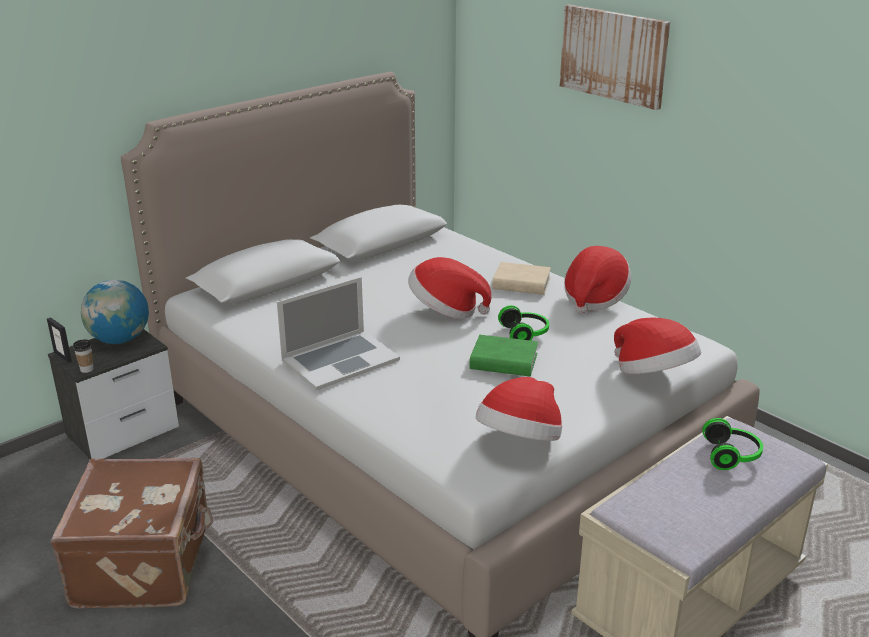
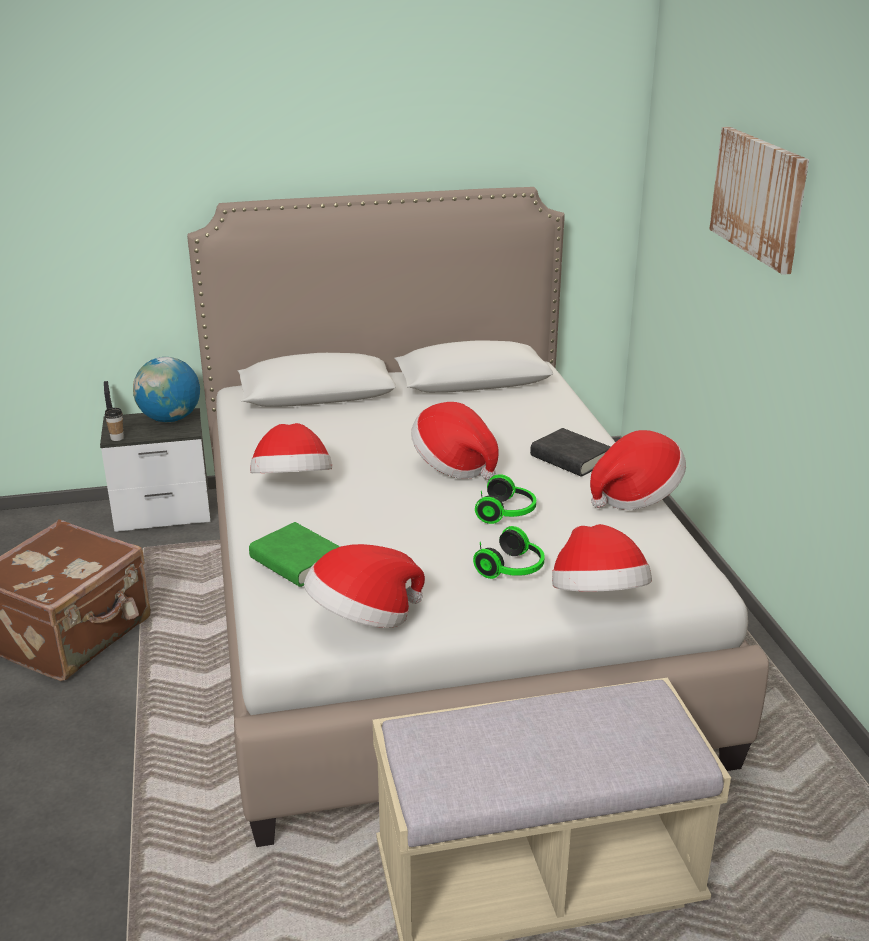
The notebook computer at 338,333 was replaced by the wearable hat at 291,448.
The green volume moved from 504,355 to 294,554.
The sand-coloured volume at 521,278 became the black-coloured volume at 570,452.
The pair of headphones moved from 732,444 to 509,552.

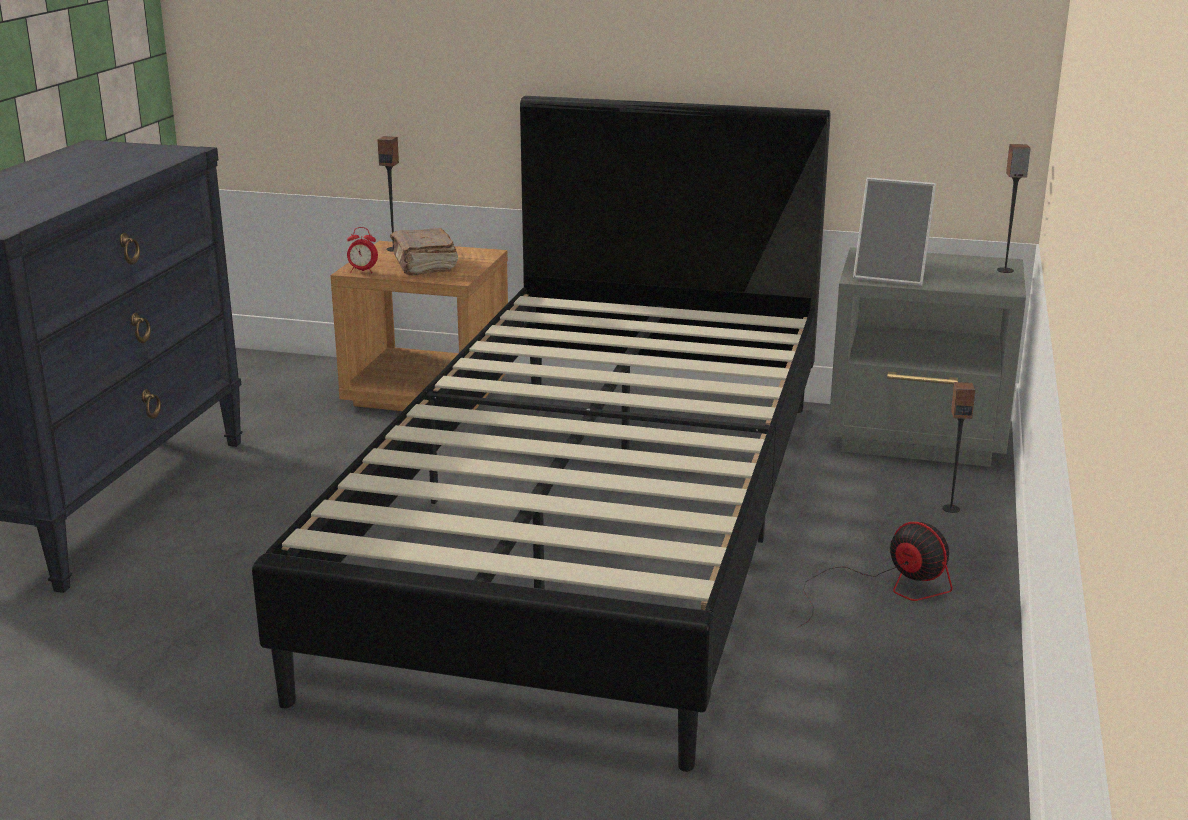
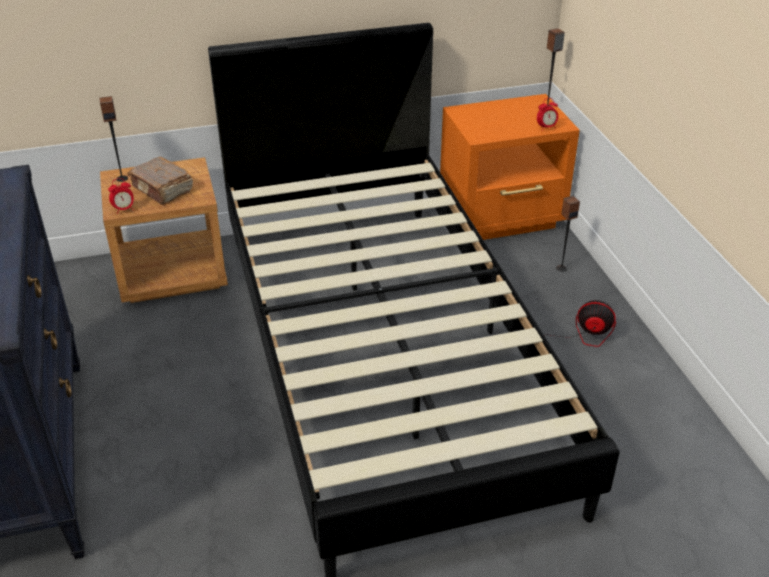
The grey nightstand at 927,357 became the orangey nightstand at 510,167.
The standing frame at 894,231 disappeared.
The alarm clock at 547,114 appeared.

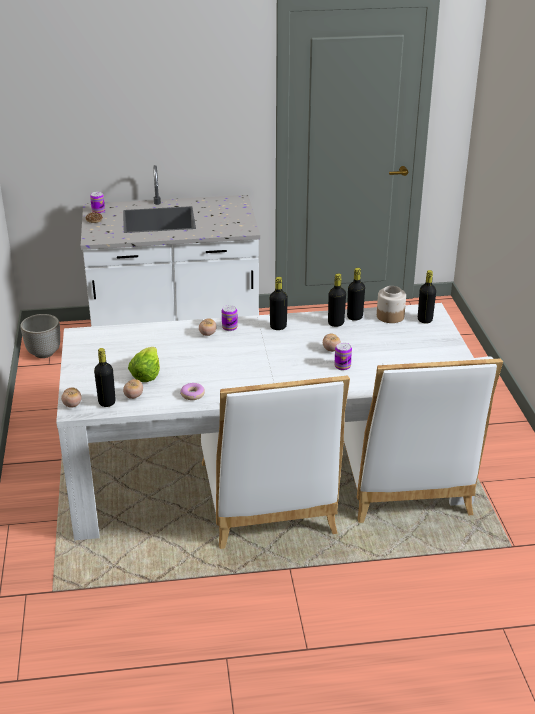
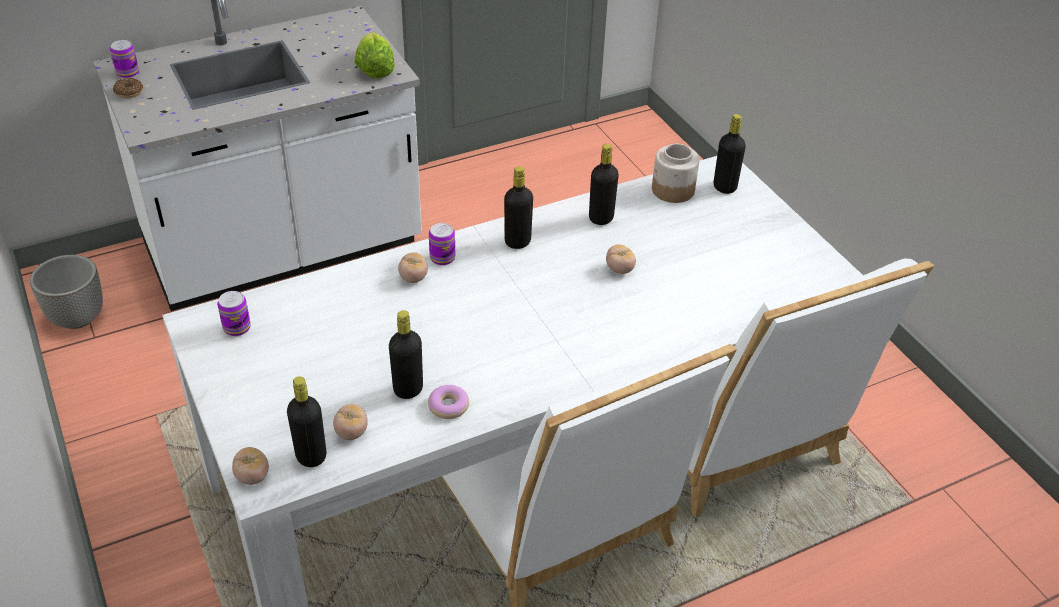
The head of lettuce moved from 144,364 to 374,55.
The can moved from 343,356 to 234,313.
The black-coloured bottle moved from 356,294 to 406,354.

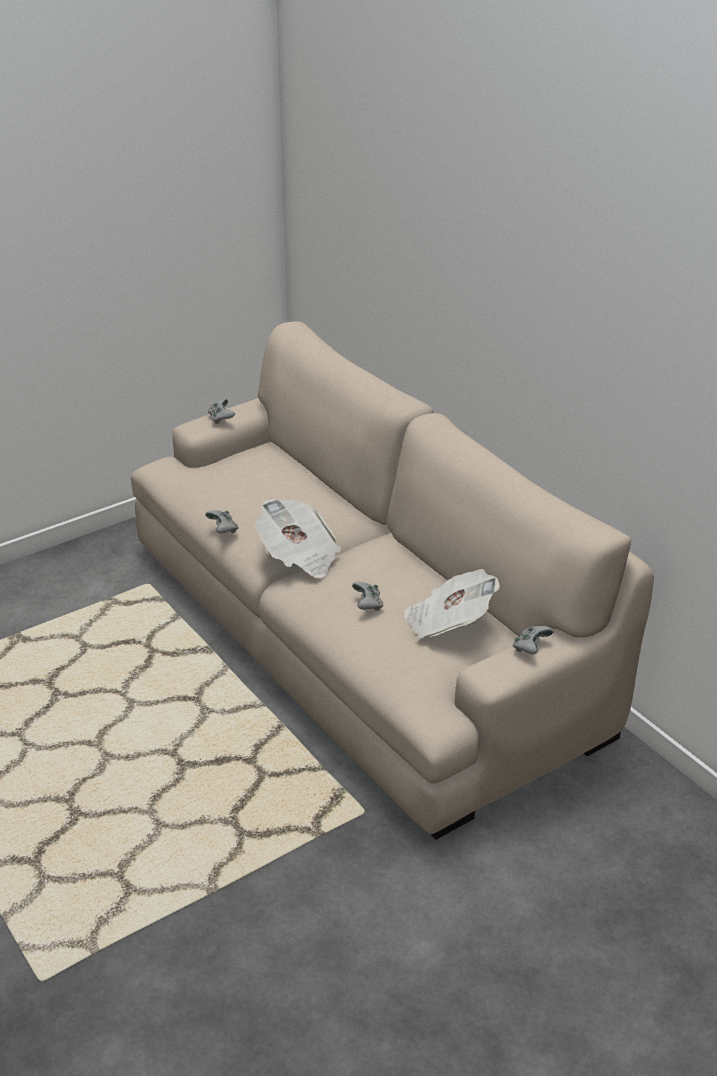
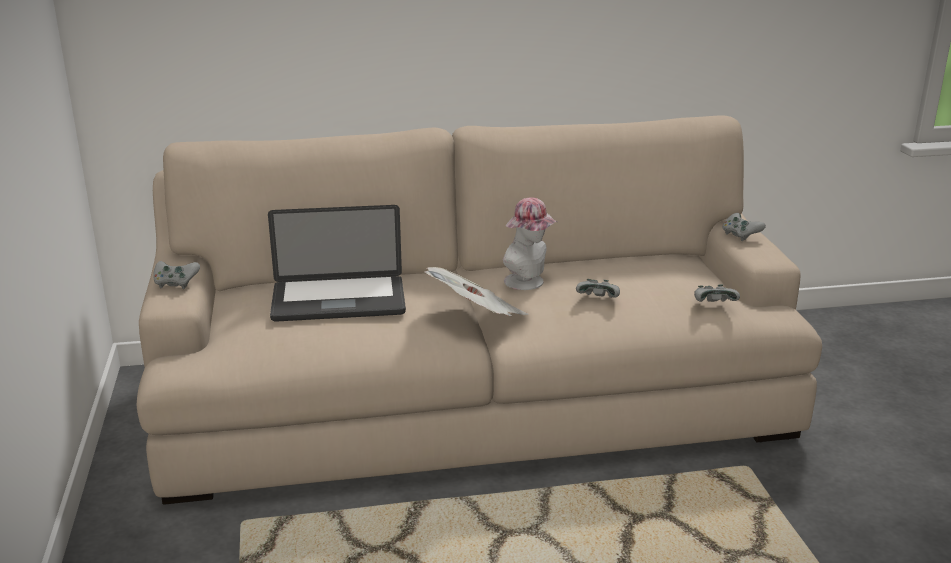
The grey joypad moved from 222,521 to 717,293.
The daily paper at 451,604 disappeared.
The notebook computer at 337,263 appeared.
The wearable hat at 530,243 appeared.

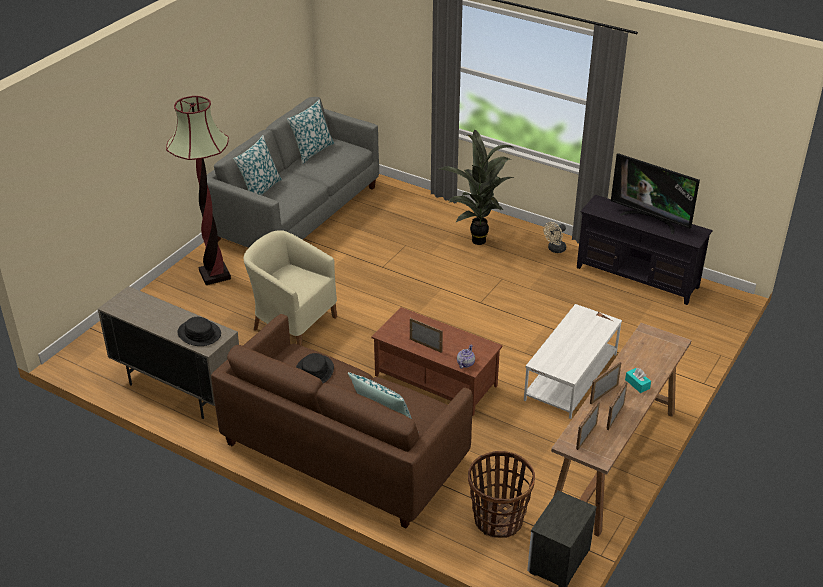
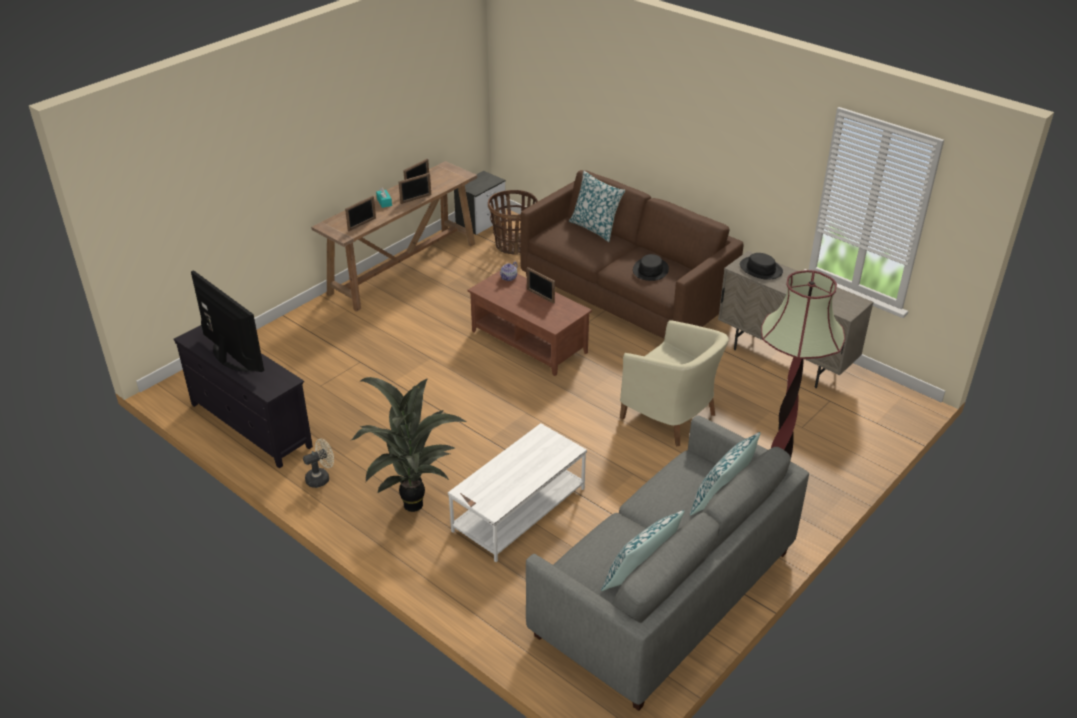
The white lounge table moved from 573,361 to 517,492.
The standing frame moved from 588,425 to 360,213.

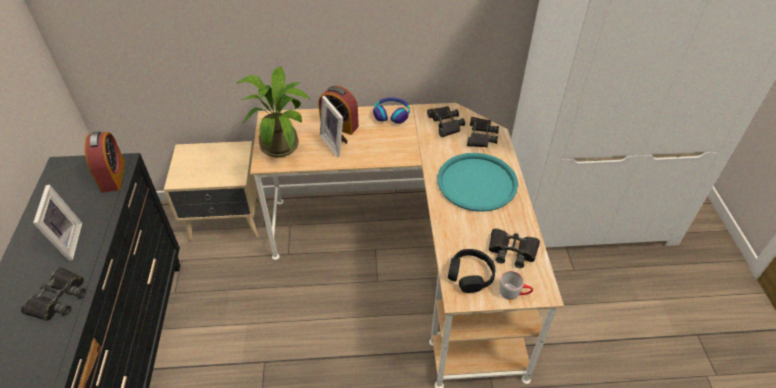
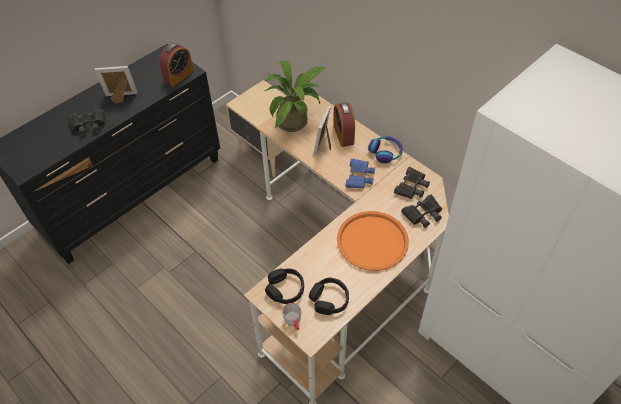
The standing frame at 57,223 turned 135 degrees counterclockwise.
The turquoise-coloured carrying tray at 478,182 became the orangey carrying tray at 373,241.
The black-coloured pair of binoculars at 514,248 was replaced by the black-coloured pair of headphones at 329,296.
The bluish pair of binoculars at 360,173 appeared.

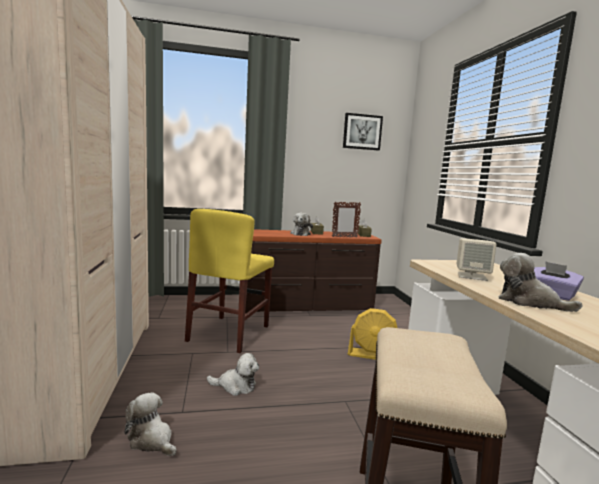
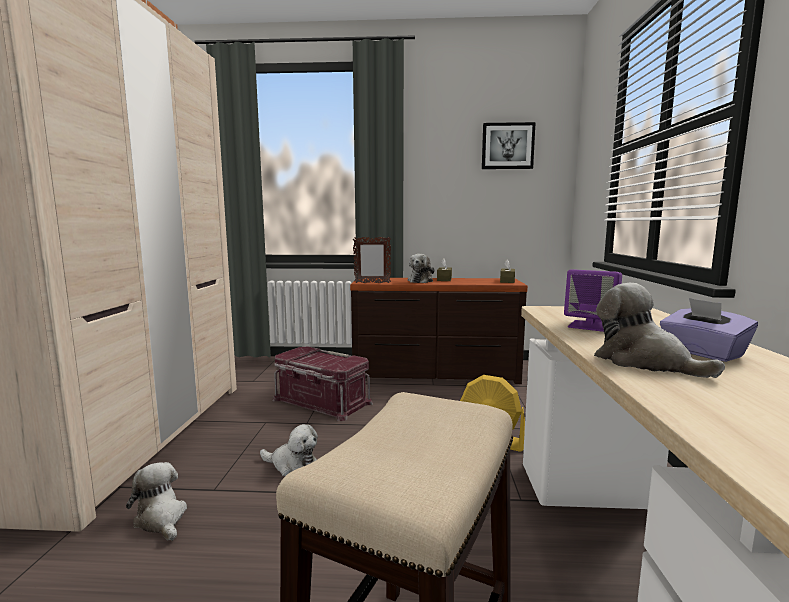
The yellow-coloured upright chair at 229,281 was replaced by the reddish storage bin at 323,383.
The standing frame moved from 346,220 to 372,260.
The sand-coloured speaker at 477,259 became the purple-coloured speaker at 593,300.

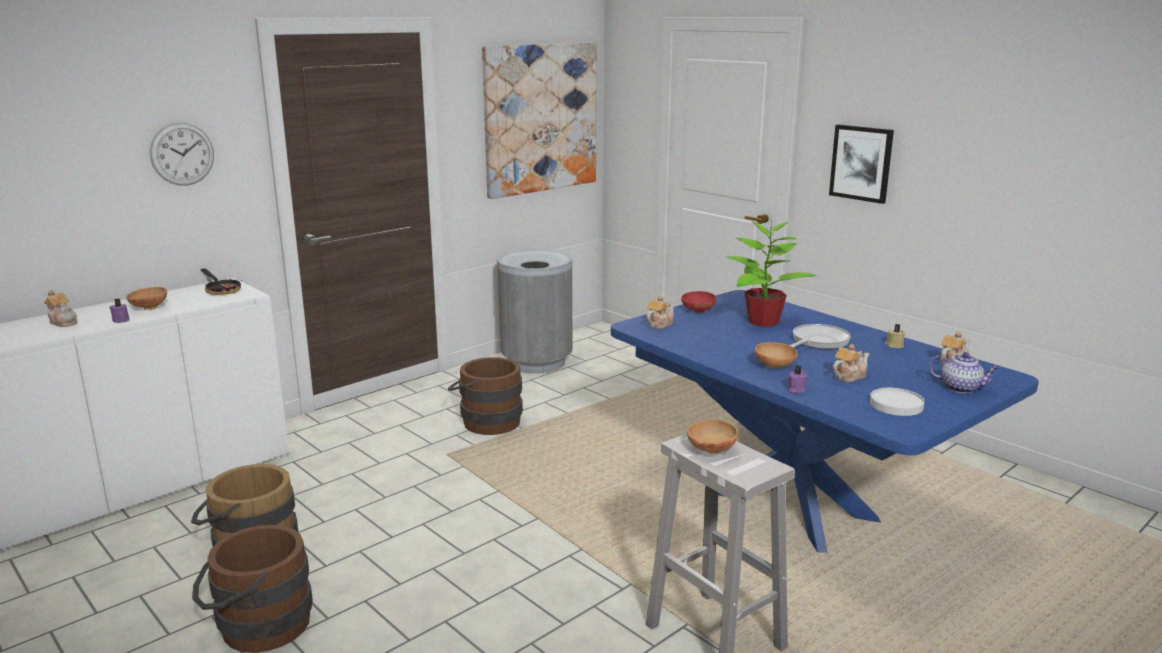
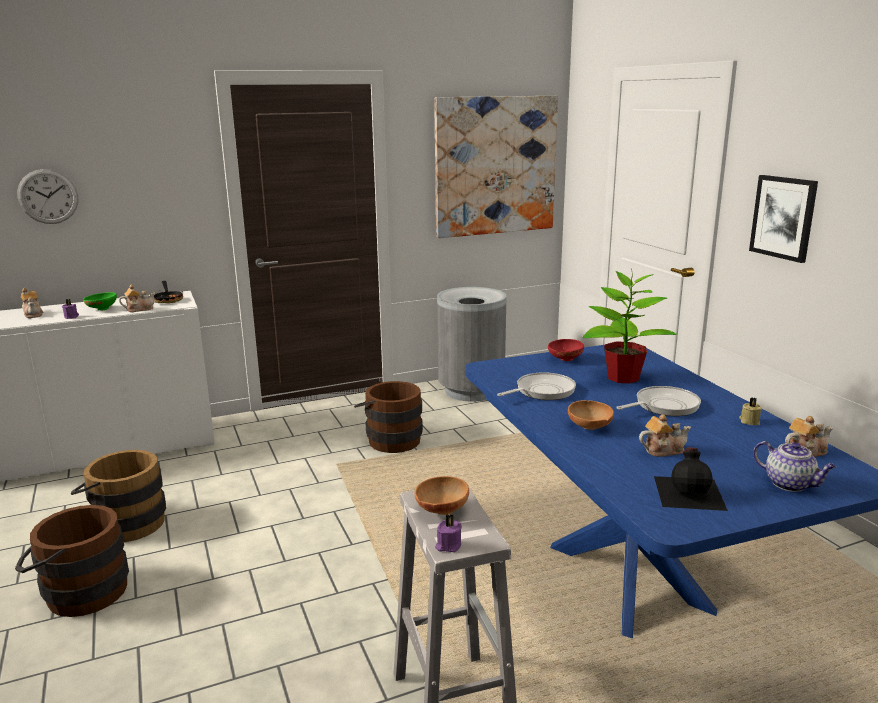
The brownish deep dish at 146,298 became the green deep dish at 100,301.
The hanging clock moved from 182,154 to 47,196.
The pot for tea moved from 660,312 to 137,298.
The purple-coloured wax candle moved from 797,379 to 448,533.
The white flat dish at 897,402 was replaced by the black-coloured bottle at 691,479.
The frying pan at 536,386 appeared.

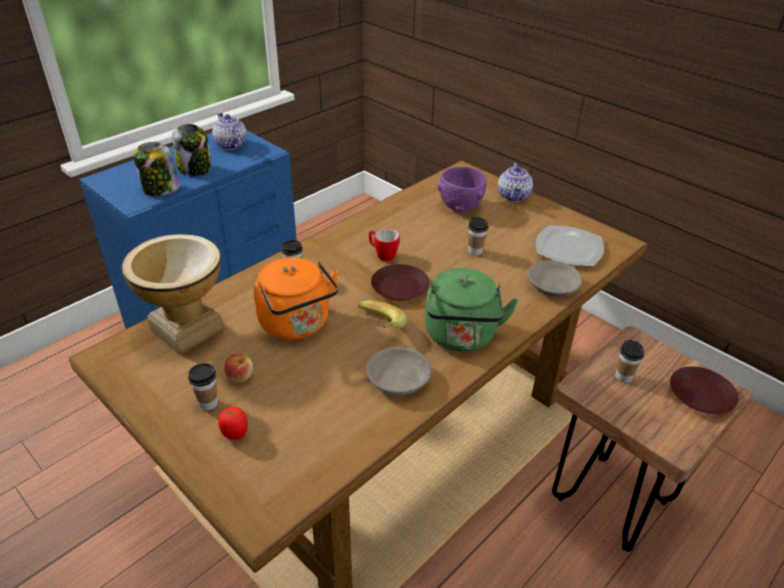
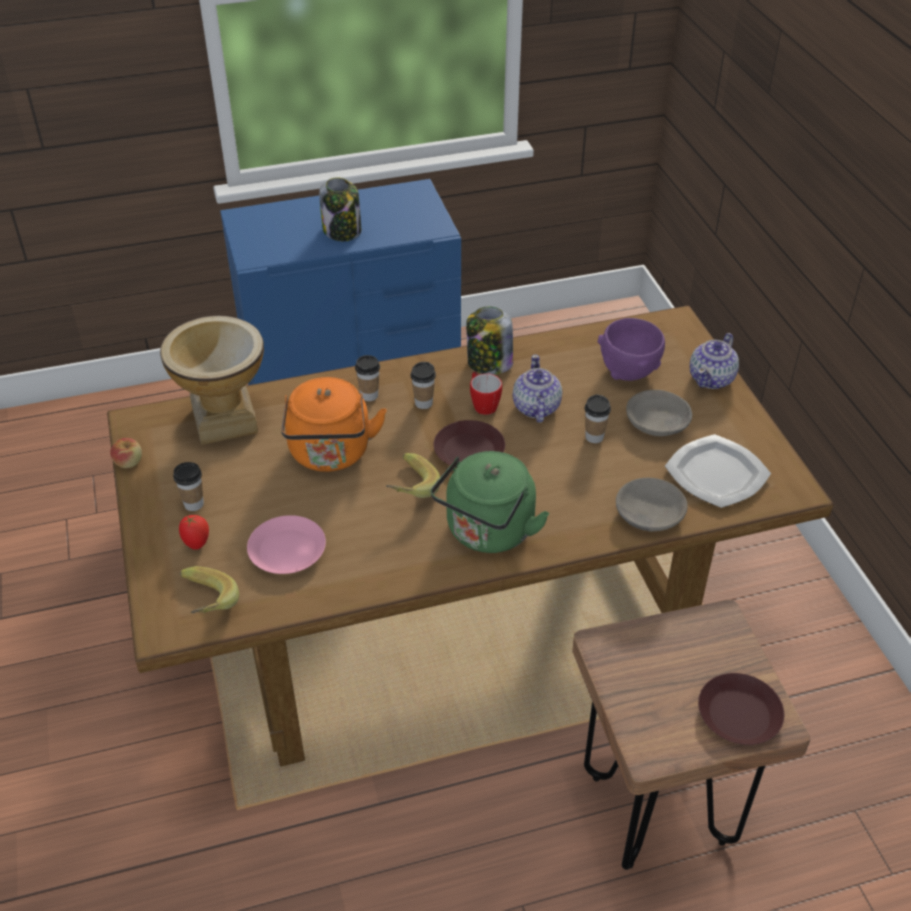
The jar moved from 156,169 to 489,341.
The pot for tea moved from 229,131 to 537,388.
The whole apple moved from 238,368 to 126,453.
The grey deep dish moved from 399,371 to 659,413.
The drinking cup moved from 630,361 to 423,385.
The banana at 209,589 appeared.
The pinkish flat dish at 286,544 appeared.

